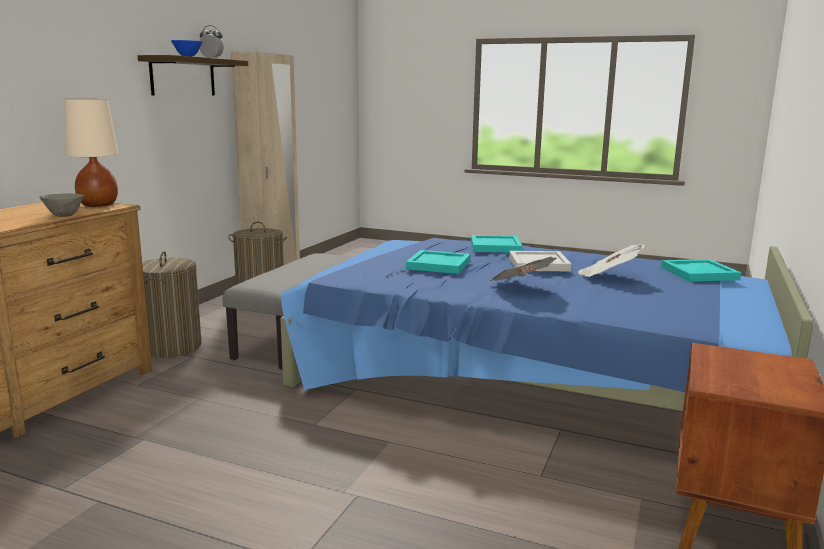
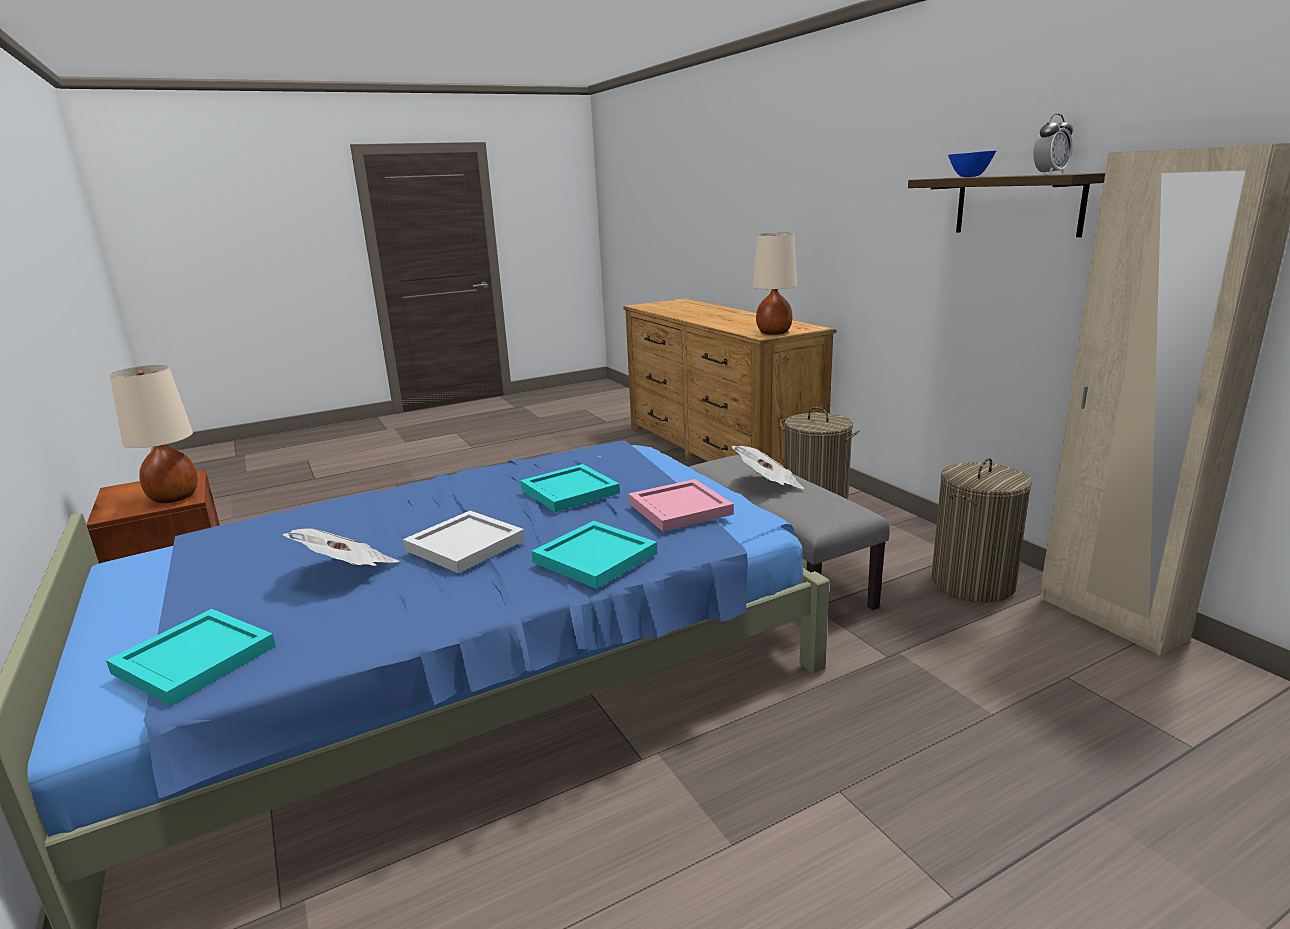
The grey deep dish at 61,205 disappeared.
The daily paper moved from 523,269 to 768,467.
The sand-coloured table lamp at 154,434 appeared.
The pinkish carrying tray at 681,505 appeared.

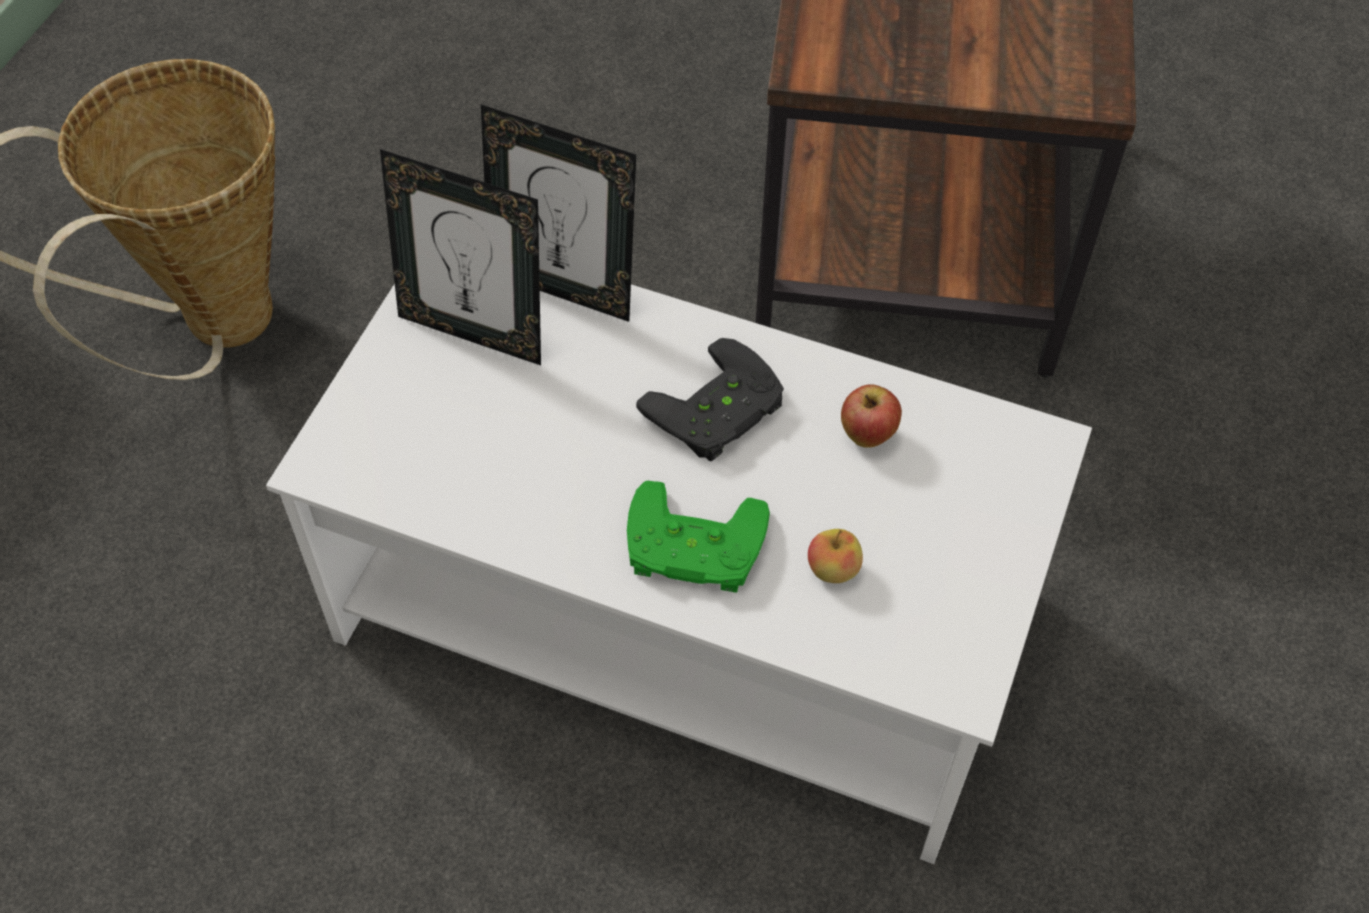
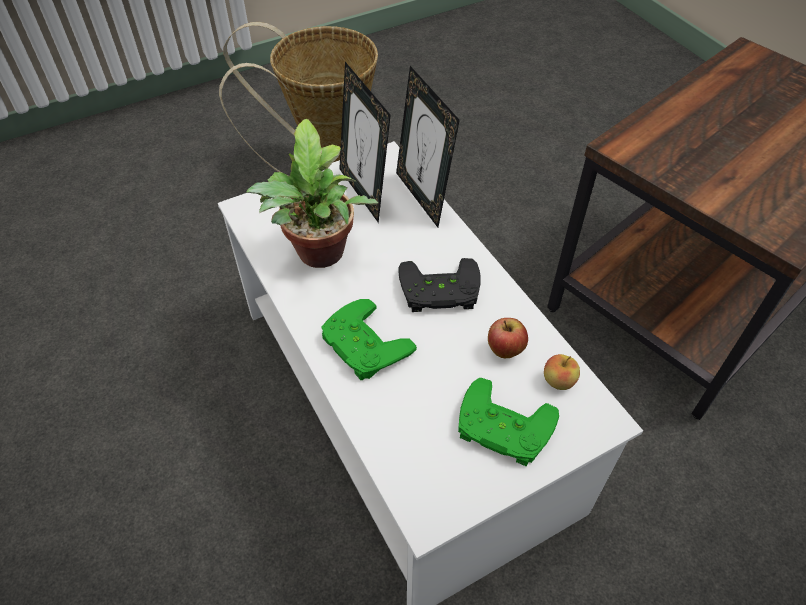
The whole apple moved from 835,556 to 562,372.
The houseplant at 312,193 appeared.
The green joypad at 508,422 appeared.

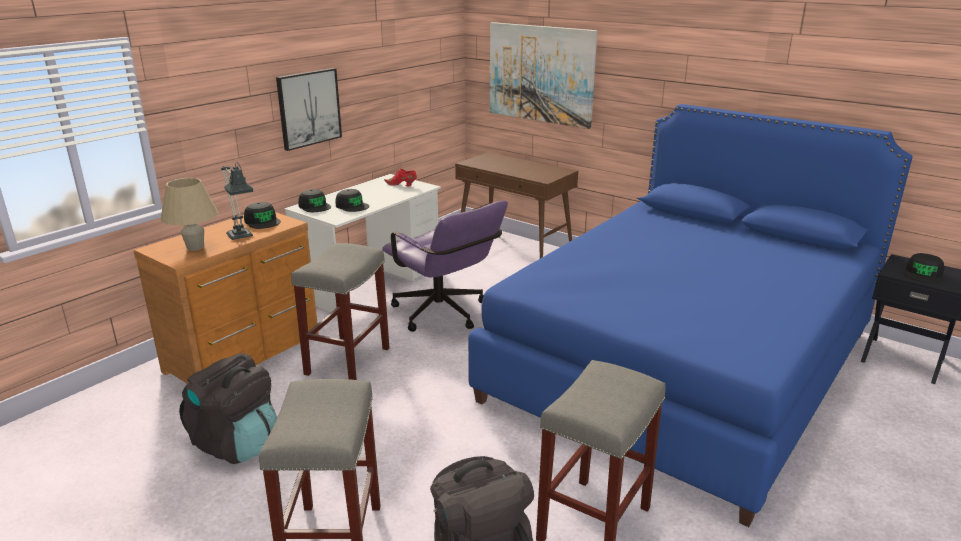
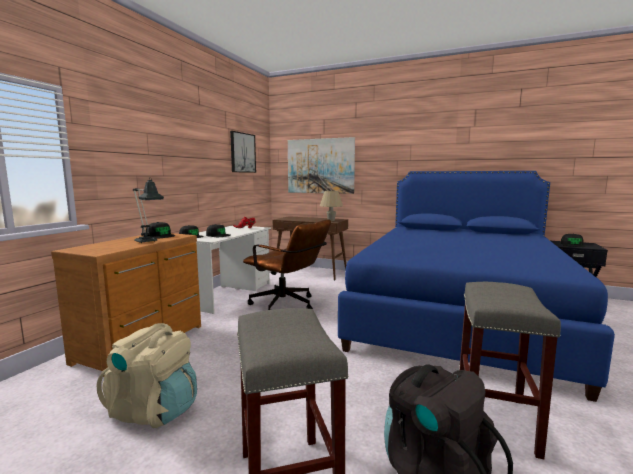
The sand-coloured table lamp moved from 189,214 to 331,206.
The black-coloured knapsack at 228,408 became the sand-coloured knapsack at 147,375.
The wall art moved from 309,109 to 243,152.
The grey stool seat at 340,311 disappeared.
The purple-coloured office chair at 445,266 became the brownish office chair at 287,264.

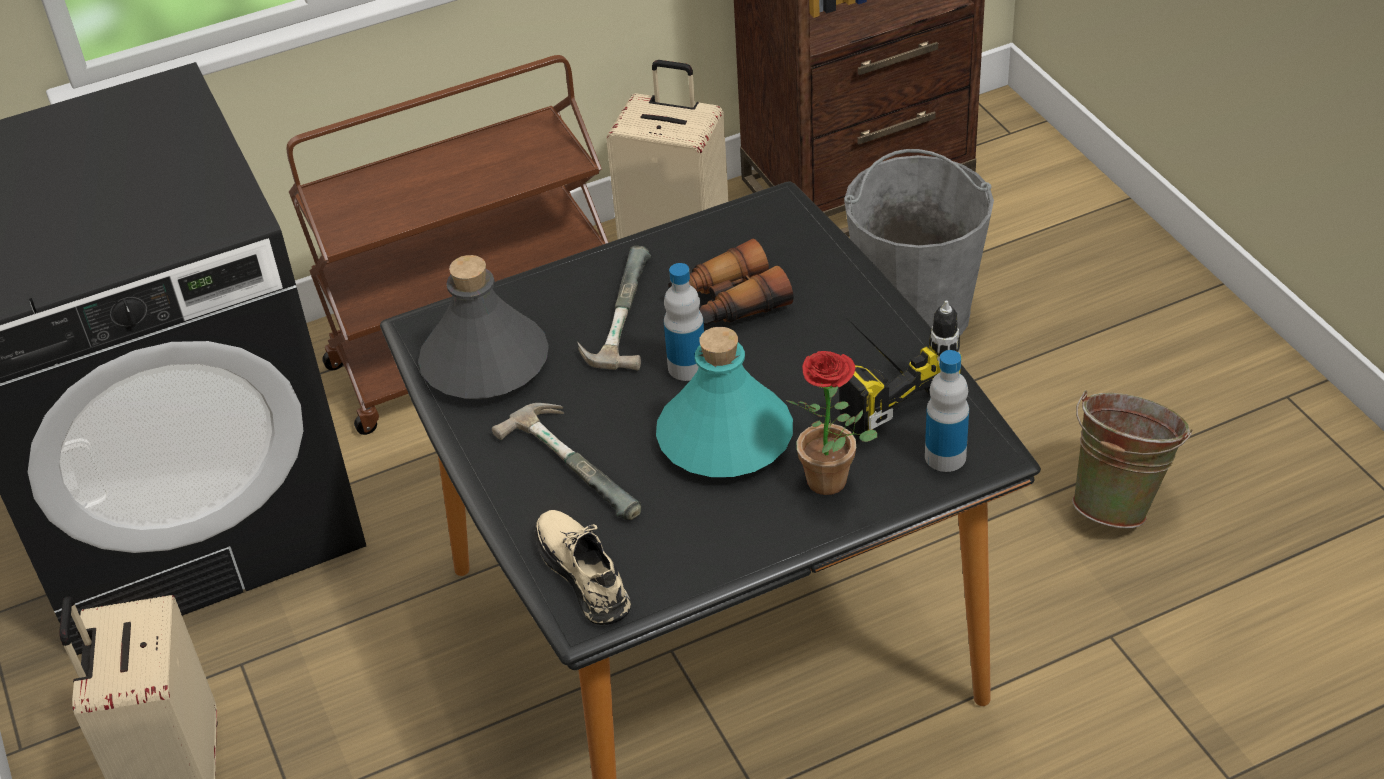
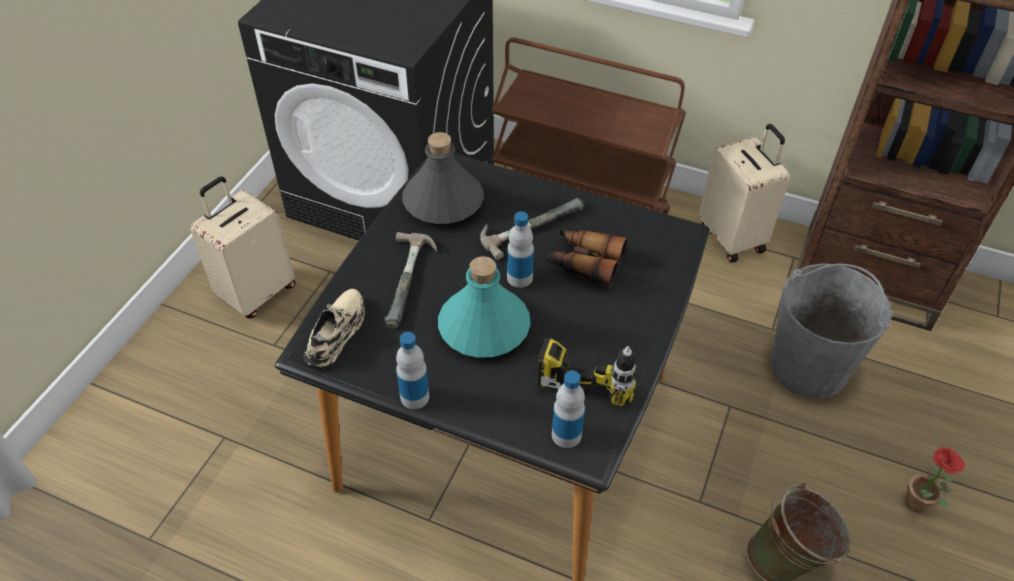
The houseplant moved from 831,423 to 935,480.
The bottle at 412,370 appeared.

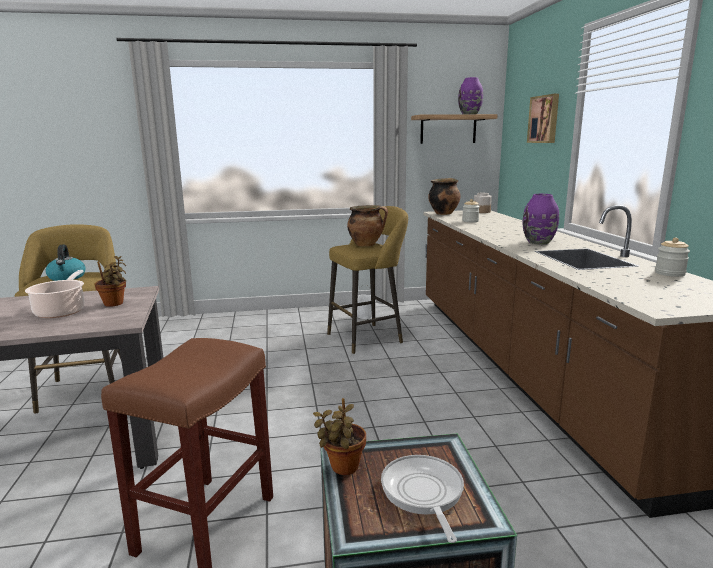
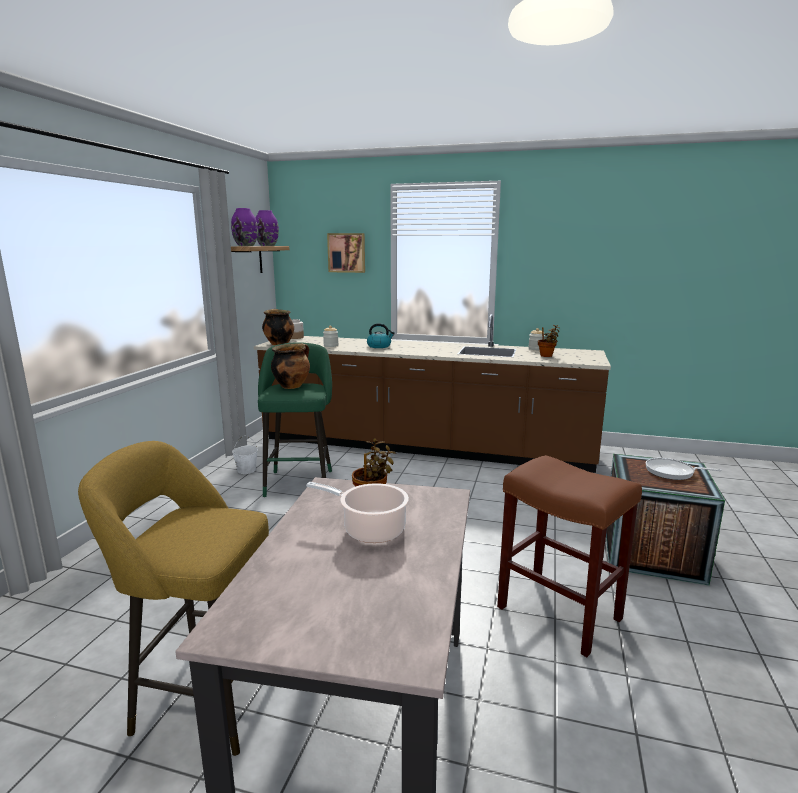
The water kettle moved from 65,262 to 381,335.
The houseplant moved from 339,436 to 548,341.
The yellow-coloured stool seat at 367,280 became the green stool seat at 295,419.
The purple-coloured flower vase moved from 541,219 to 244,227.

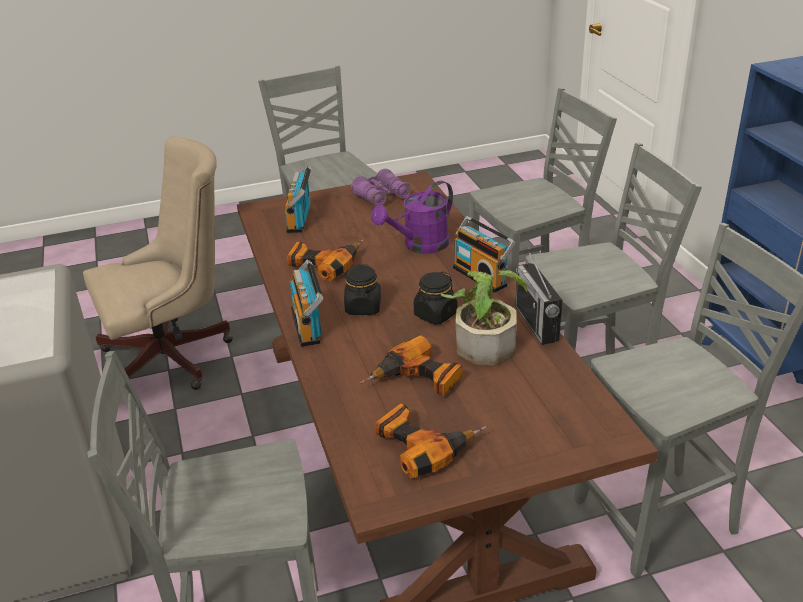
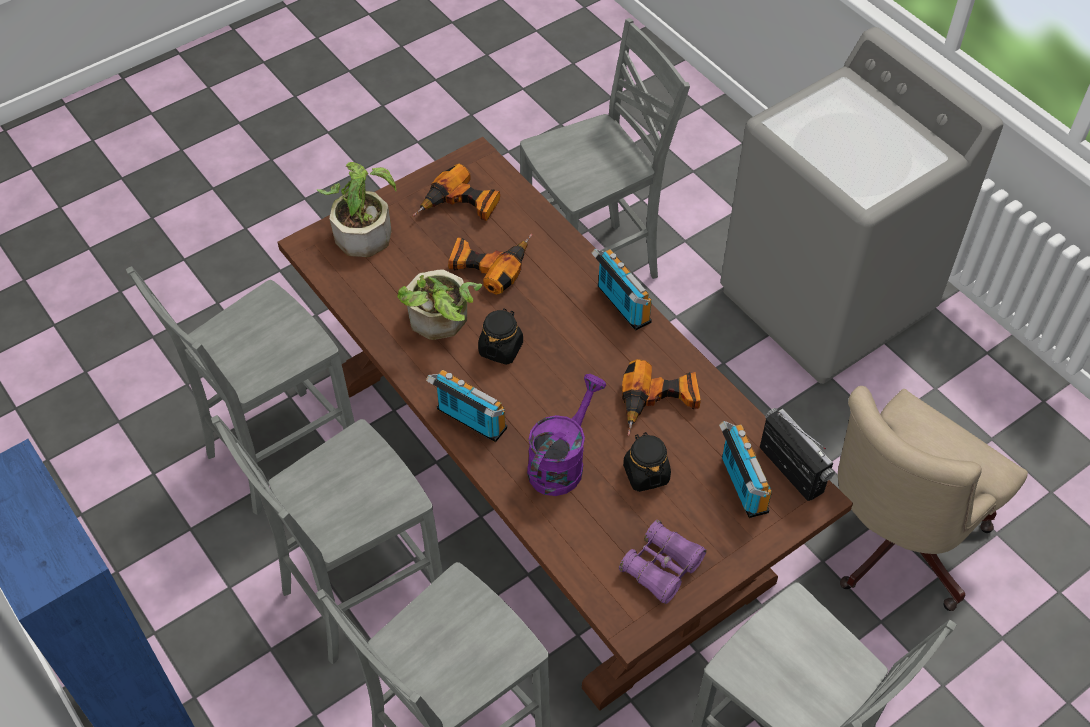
The black-coloured jar moved from 362,289 to 647,462.
The radio moved from 539,297 to 797,454.
The houseplant at 357,209 appeared.

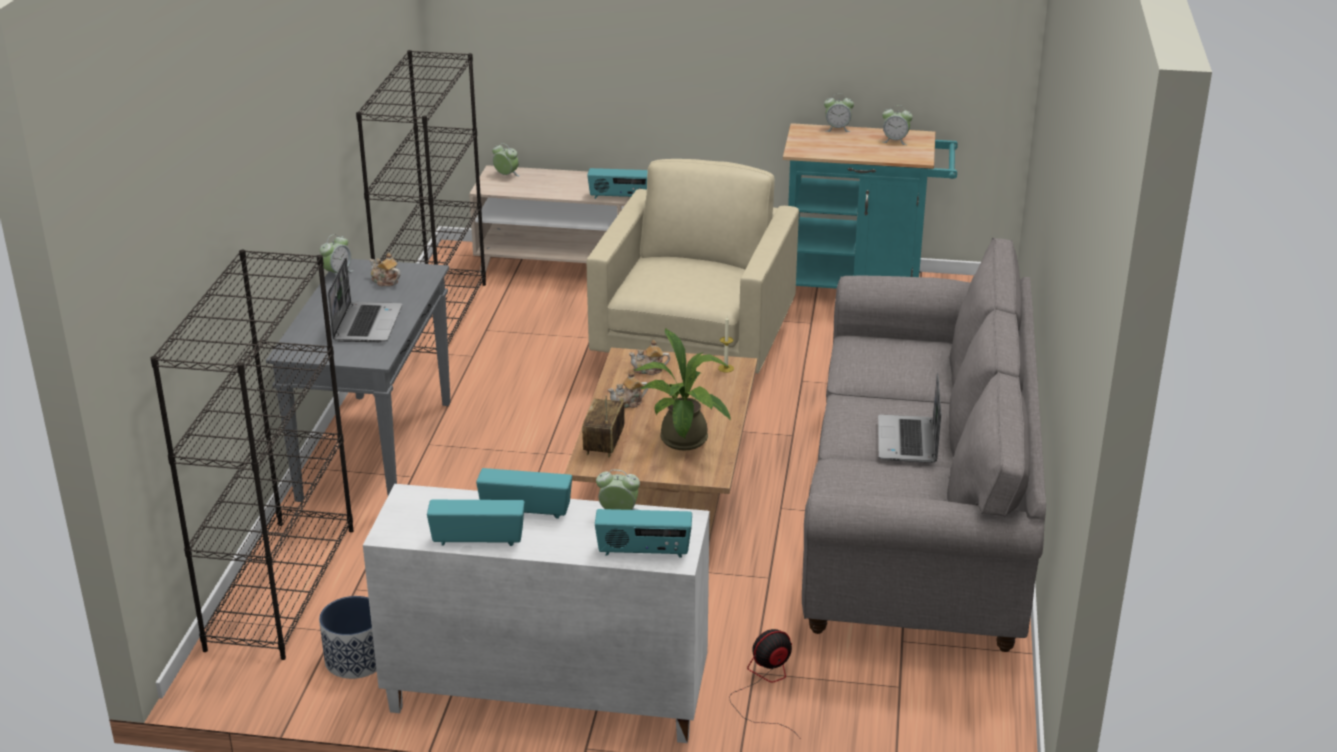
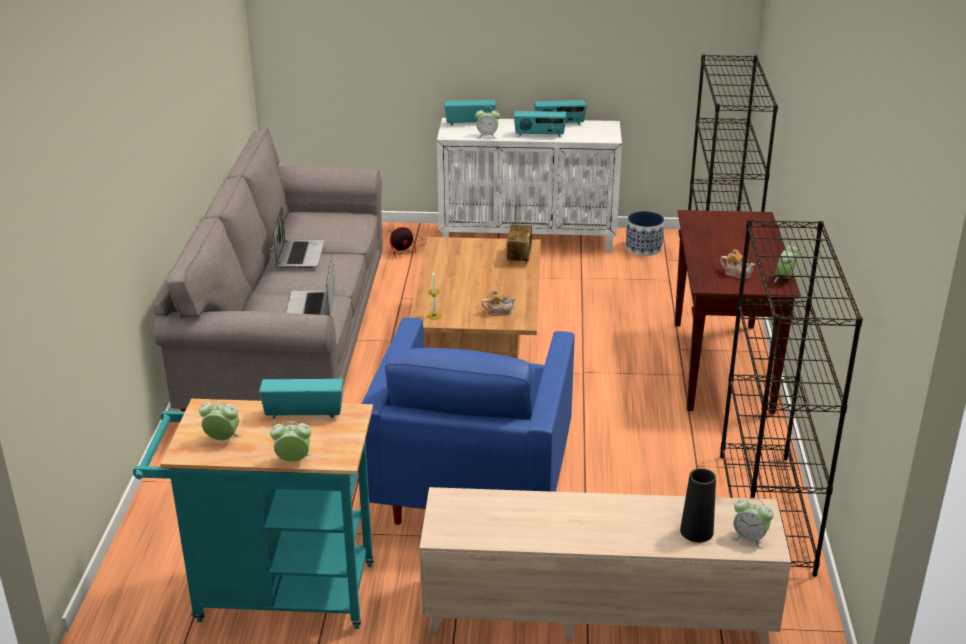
The grey console table at 358,380 became the brownish console table at 737,312.
The notebook computer moved from 365,299 to 311,285.
The sand-coloured armchair at 693,266 became the bluish armchair at 468,421.
The radio moved from 617,183 to 301,399.
The pot for tea at 628,389 disappeared.
The houseplant at 682,389 disappeared.
The black-coloured flower vase at 698,505 appeared.

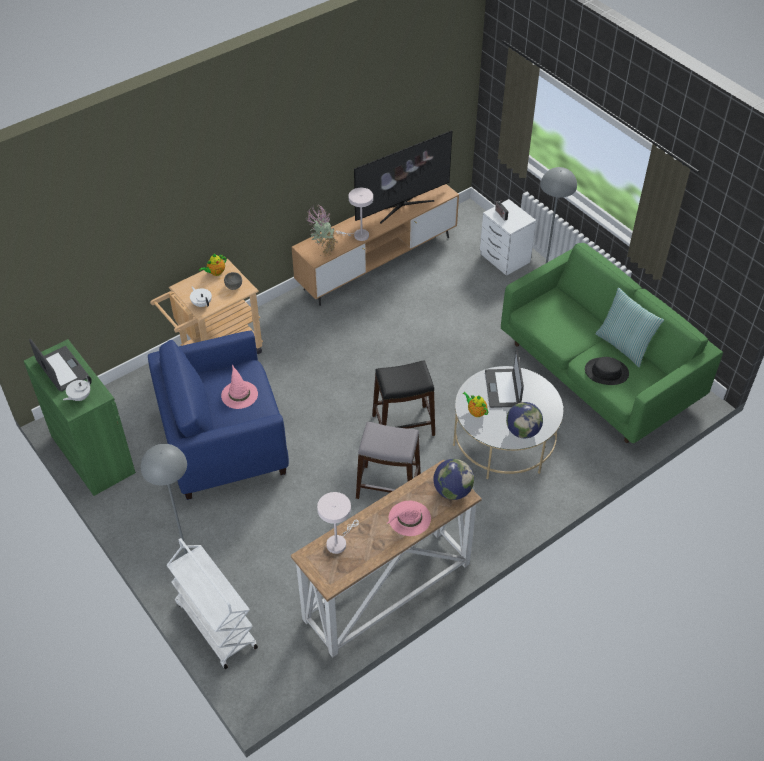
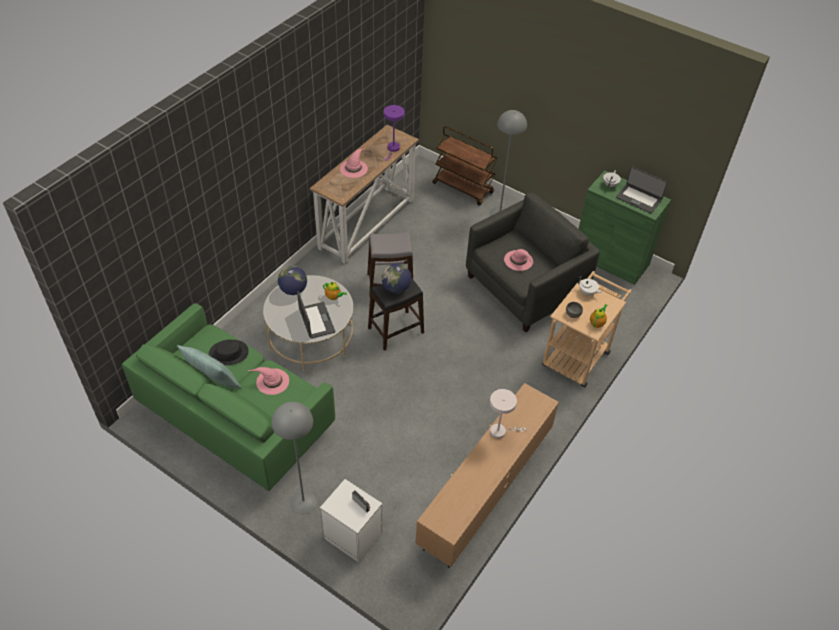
The bluish armchair at 218,415 became the grey armchair at 533,262.
The white wheeled cart at 212,603 became the brownish wheeled cart at 464,166.
The houseplant at 322,230 disappeared.
The white table lamp at 338,523 became the purple-coloured table lamp at 394,133.
The television at 403,177 disappeared.
The globe moved from 453,479 to 397,278.
The pinkish wearable hat at 268,381 appeared.

